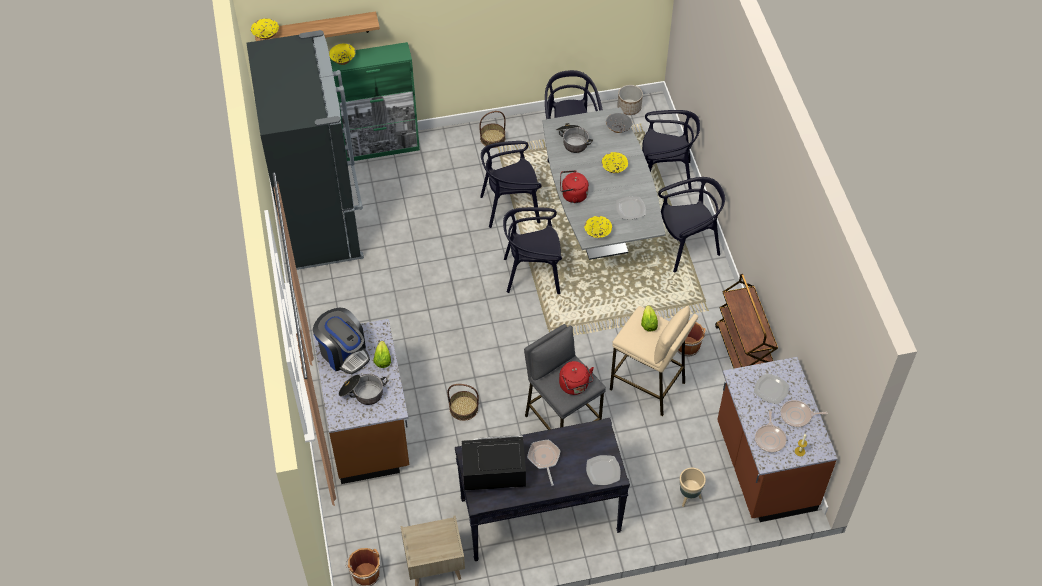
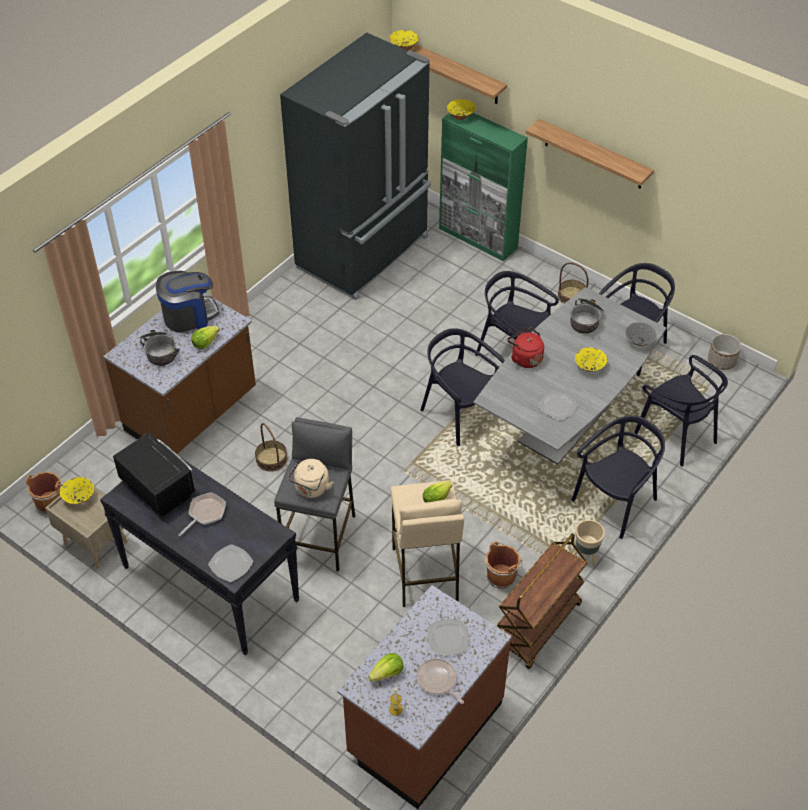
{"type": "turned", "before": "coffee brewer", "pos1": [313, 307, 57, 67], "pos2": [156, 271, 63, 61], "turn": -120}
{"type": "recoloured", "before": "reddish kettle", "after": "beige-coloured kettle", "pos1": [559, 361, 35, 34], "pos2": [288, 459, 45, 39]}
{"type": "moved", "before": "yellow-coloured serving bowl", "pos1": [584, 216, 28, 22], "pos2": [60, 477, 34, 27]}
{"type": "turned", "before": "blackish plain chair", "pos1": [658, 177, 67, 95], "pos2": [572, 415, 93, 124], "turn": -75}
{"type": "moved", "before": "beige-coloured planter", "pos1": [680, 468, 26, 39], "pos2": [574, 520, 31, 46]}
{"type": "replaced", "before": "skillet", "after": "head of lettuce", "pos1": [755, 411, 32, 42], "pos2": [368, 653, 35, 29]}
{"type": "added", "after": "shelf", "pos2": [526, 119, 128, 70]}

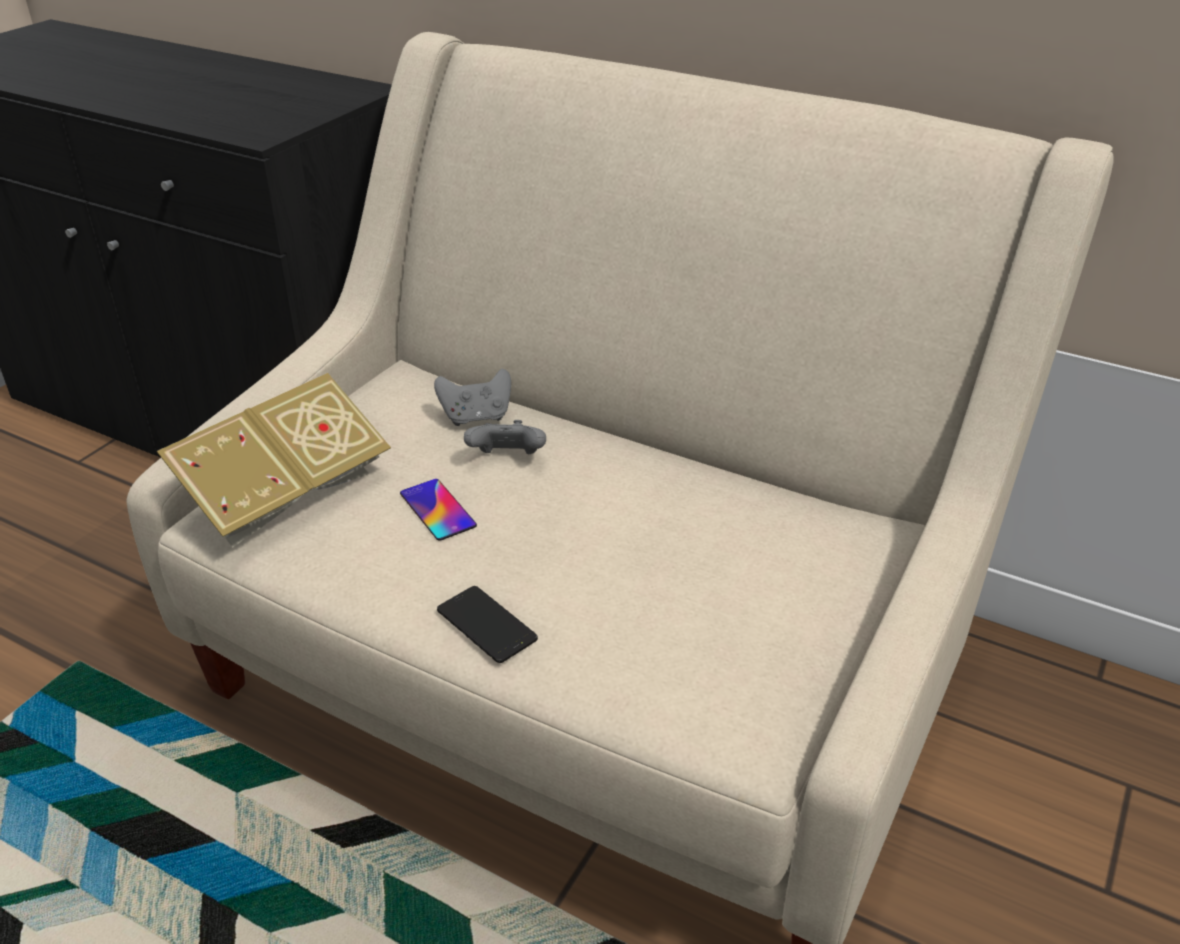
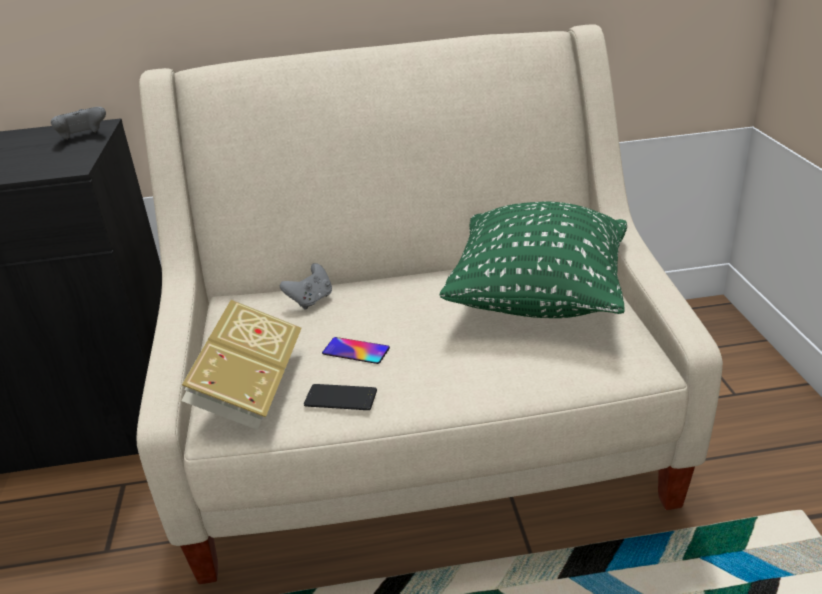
{"type": "moved", "before": "telephone", "pos1": [437, 586, 101, 77], "pos2": [304, 384, 73, 26]}
{"type": "moved", "before": "gray gamepad", "pos1": [464, 420, 82, 34], "pos2": [51, 107, 55, 33]}
{"type": "added", "after": "green cushion", "pos2": [440, 202, 187, 116]}

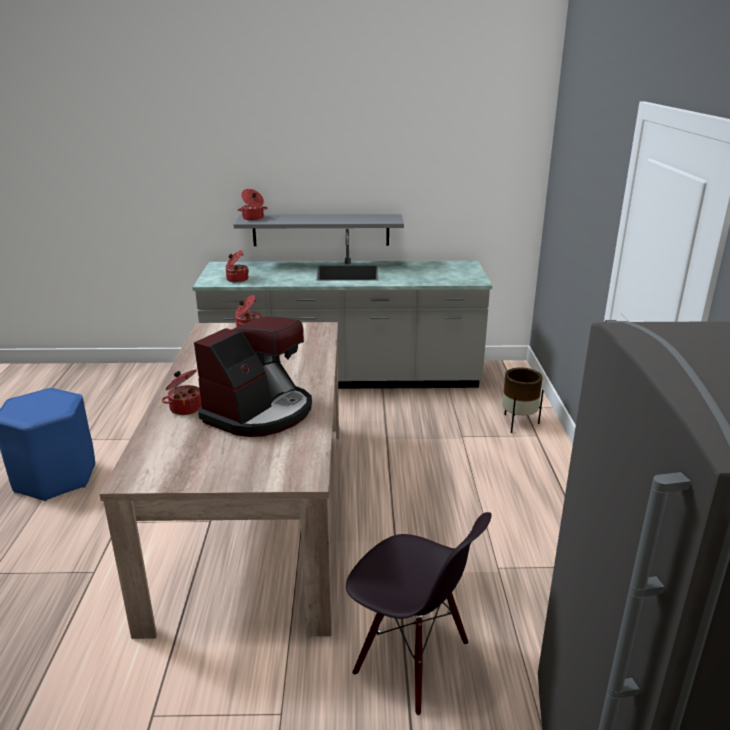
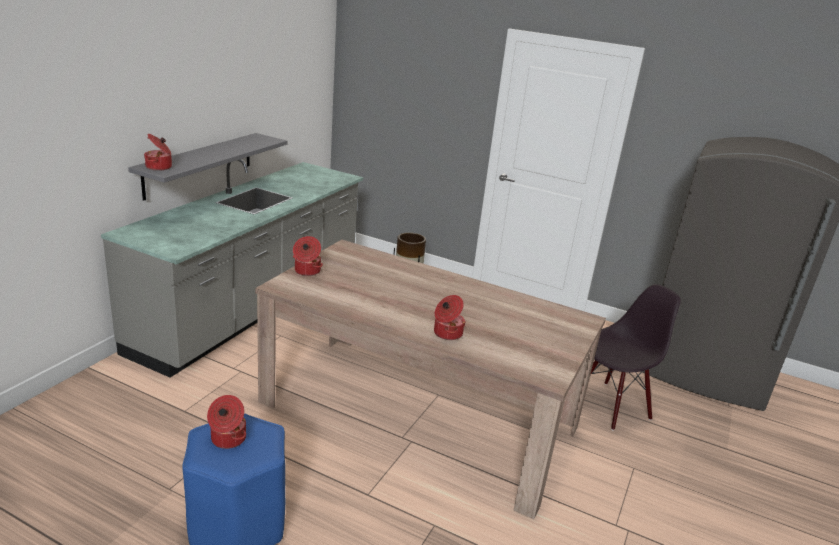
{"type": "removed", "before": "coffee brewer", "pos1": [194, 316, 118, 121]}
{"type": "moved", "before": "saucepot", "pos1": [226, 250, 23, 32], "pos2": [207, 395, 39, 54]}

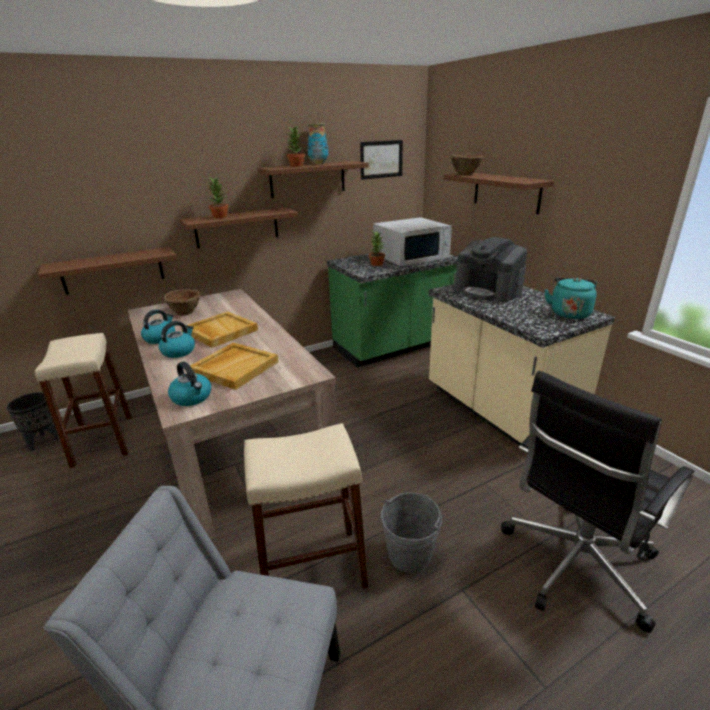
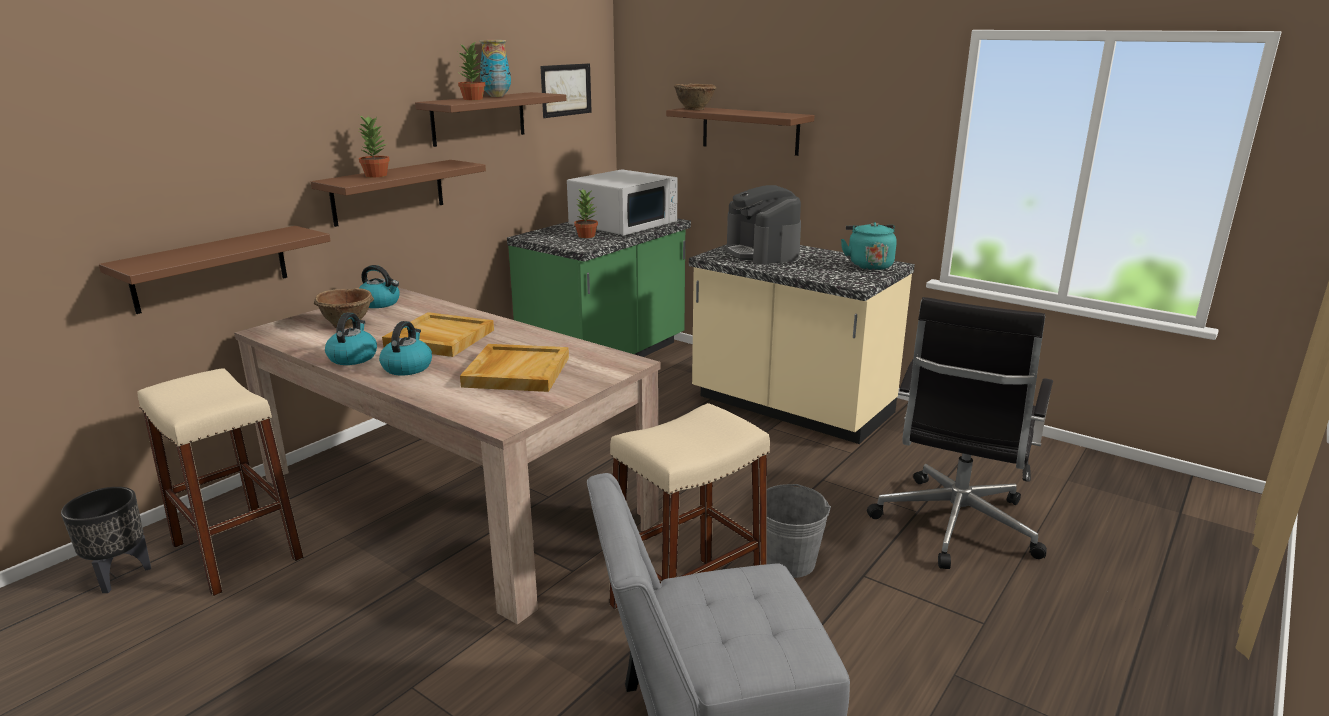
{"type": "moved", "before": "kettle", "pos1": [168, 361, 43, 45], "pos2": [359, 265, 41, 43]}
{"type": "turned", "before": "coffee brewer", "pos1": [455, 237, 72, 65], "pos2": [725, 185, 76, 79], "turn": 45}

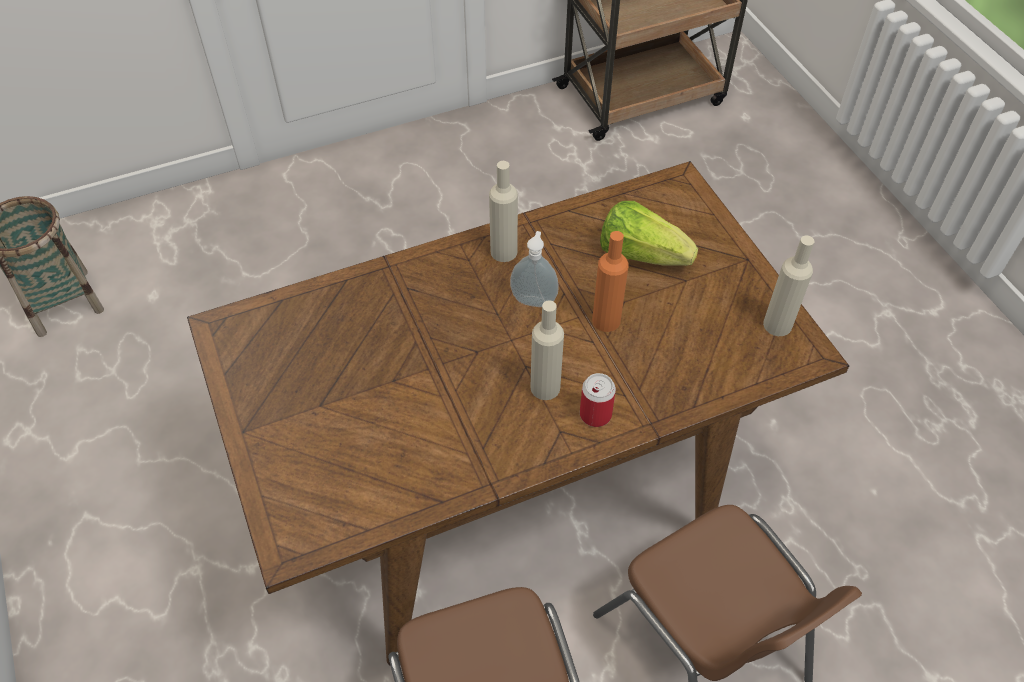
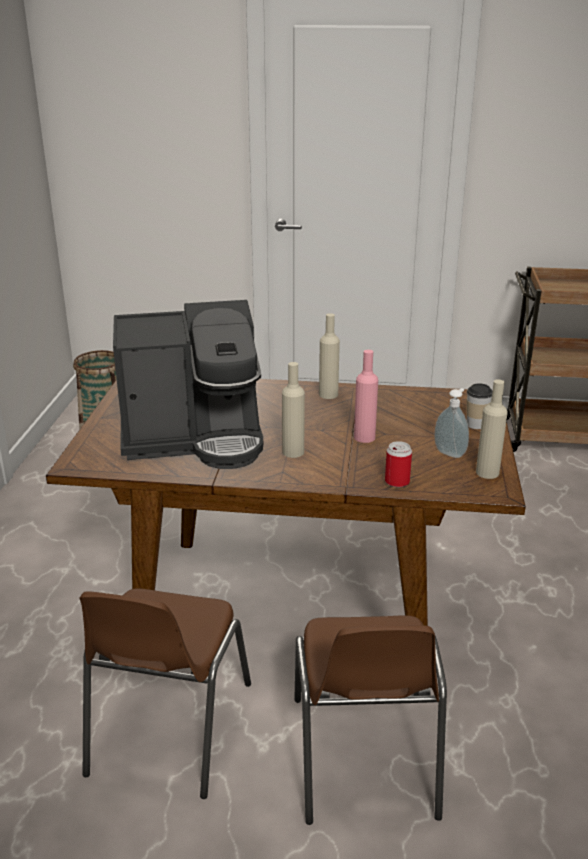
{"type": "moved", "before": "liquid soap bottle", "pos1": [510, 231, 49, 76], "pos2": [434, 388, 35, 70]}
{"type": "moved", "before": "sealed can", "pos1": [580, 373, 36, 54], "pos2": [385, 441, 27, 46]}
{"type": "recoloured", "before": "orange drink bottle", "after": "pink-coloured drink bottle", "pos1": [592, 231, 37, 101], "pos2": [354, 350, 24, 93]}
{"type": "removed", "before": "head of lettuce", "pos1": [600, 201, 98, 65]}
{"type": "added", "after": "coffee brewer", "pos2": [113, 300, 150, 169]}
{"type": "added", "after": "small cup", "pos2": [466, 383, 26, 46]}

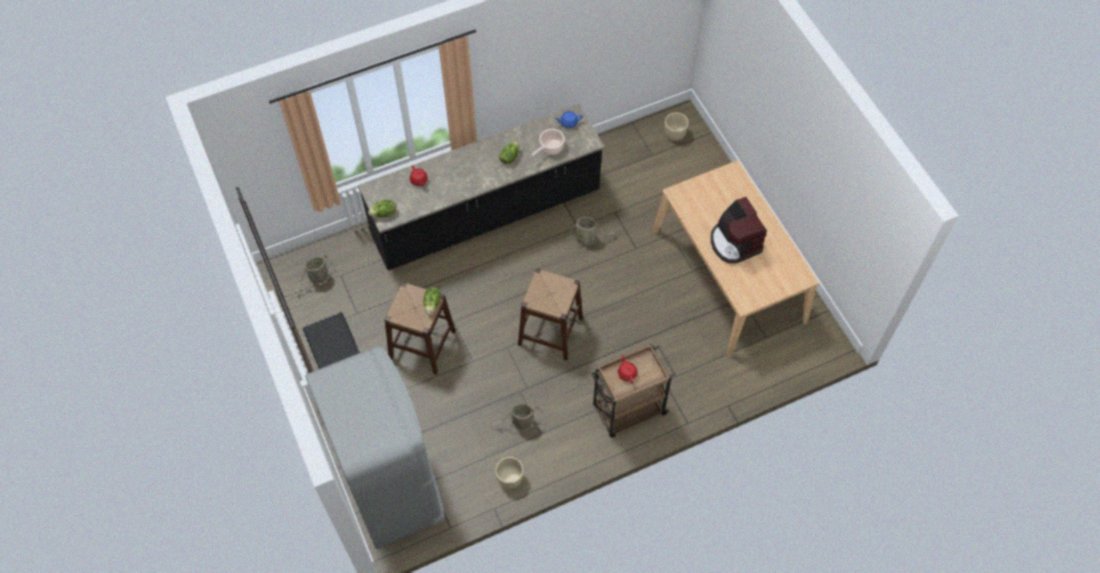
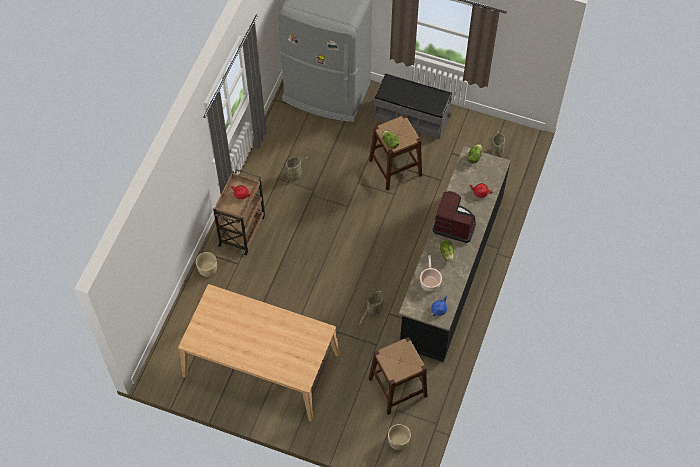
{"type": "moved", "before": "beige-coloured planter", "pos1": [496, 457, 27, 32], "pos2": [196, 252, 21, 25]}
{"type": "moved", "before": "brown sitting stool", "pos1": [518, 269, 65, 92], "pos2": [369, 337, 59, 78]}
{"type": "moved", "before": "coffee brewer", "pos1": [711, 197, 56, 66], "pos2": [432, 191, 44, 52]}

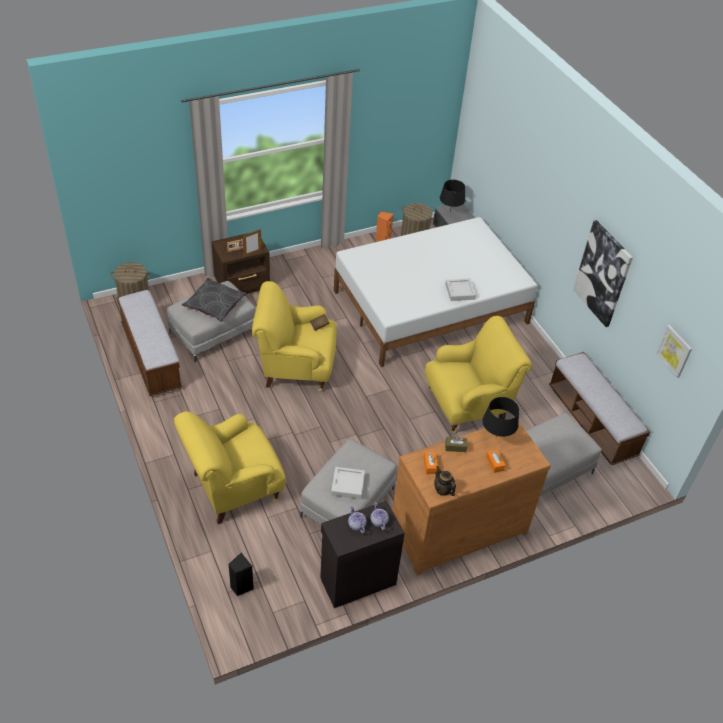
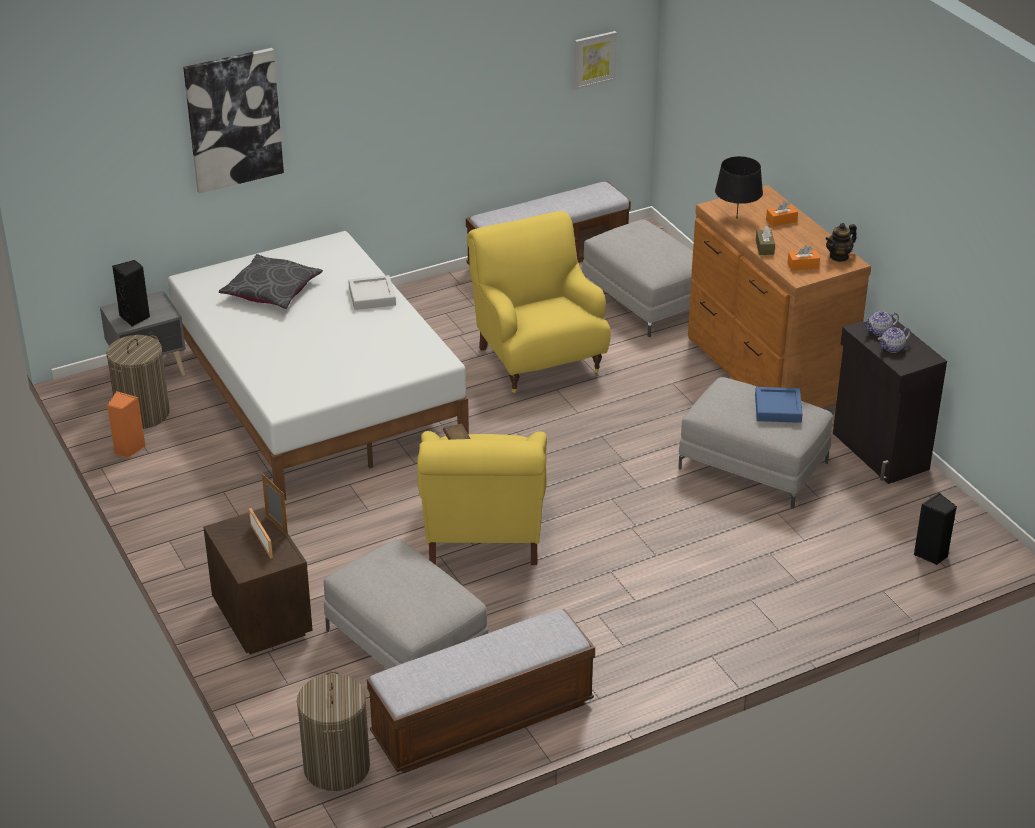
{"type": "removed", "before": "yellow-coloured easy chair", "pos1": [174, 411, 112, 113]}
{"type": "moved", "before": "gray cushion", "pos1": [182, 278, 65, 44], "pos2": [219, 254, 104, 55]}
{"type": "recoloured", "before": "gray serving tray", "after": "bluish serving tray", "pos1": [331, 467, 34, 32], "pos2": [755, 387, 48, 36]}
{"type": "replaced", "before": "blackish tabletop lamp", "after": "blackish audio speaker", "pos1": [440, 180, 25, 33], "pos2": [112, 260, 38, 67]}
{"type": "moved", "before": "picture", "pos1": [573, 220, 60, 107], "pos2": [183, 48, 101, 146]}

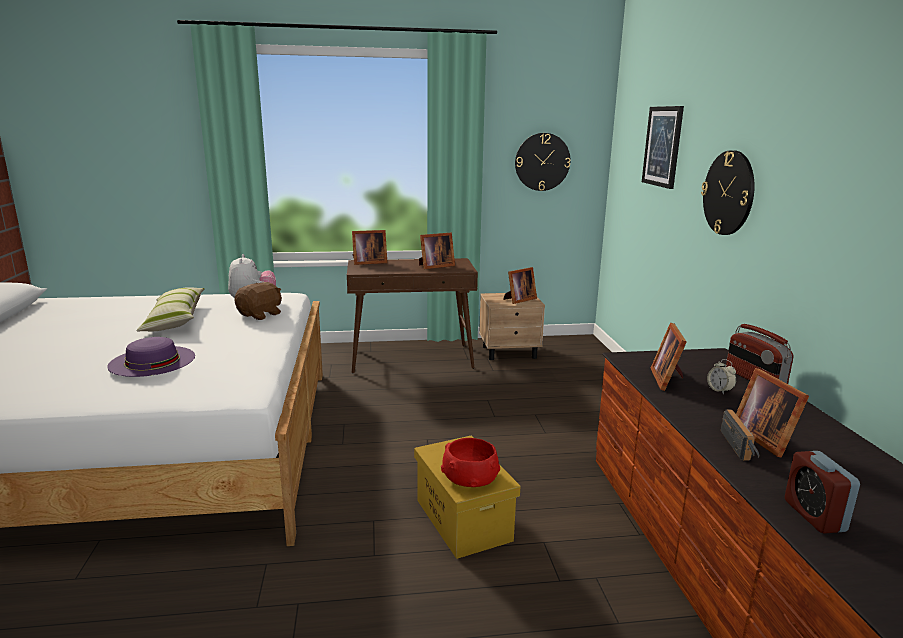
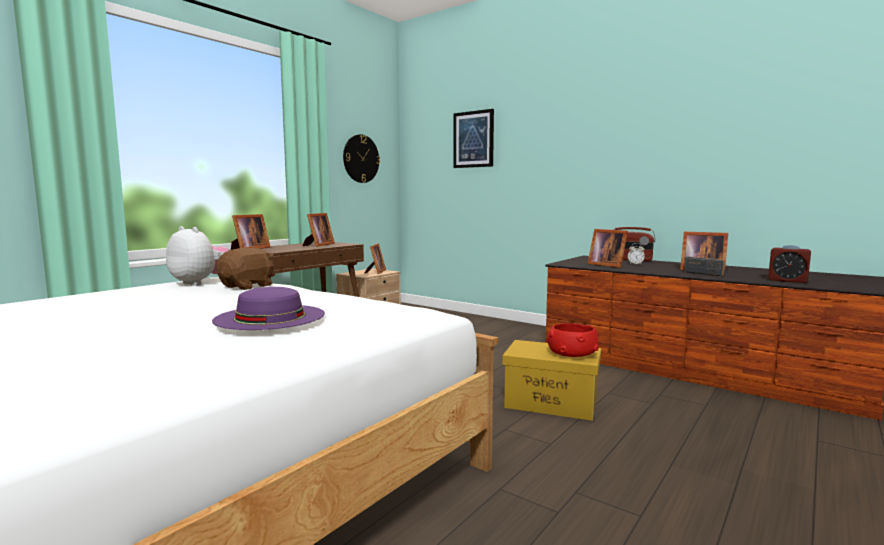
{"type": "removed", "before": "cushion", "pos1": [136, 287, 69, 44]}
{"type": "turned", "before": "brown cuddly toy", "pos1": [234, 282, 48, 38], "pos2": [216, 248, 58, 42], "turn": 45}
{"type": "removed", "before": "hanging clock", "pos1": [701, 150, 53, 85]}

